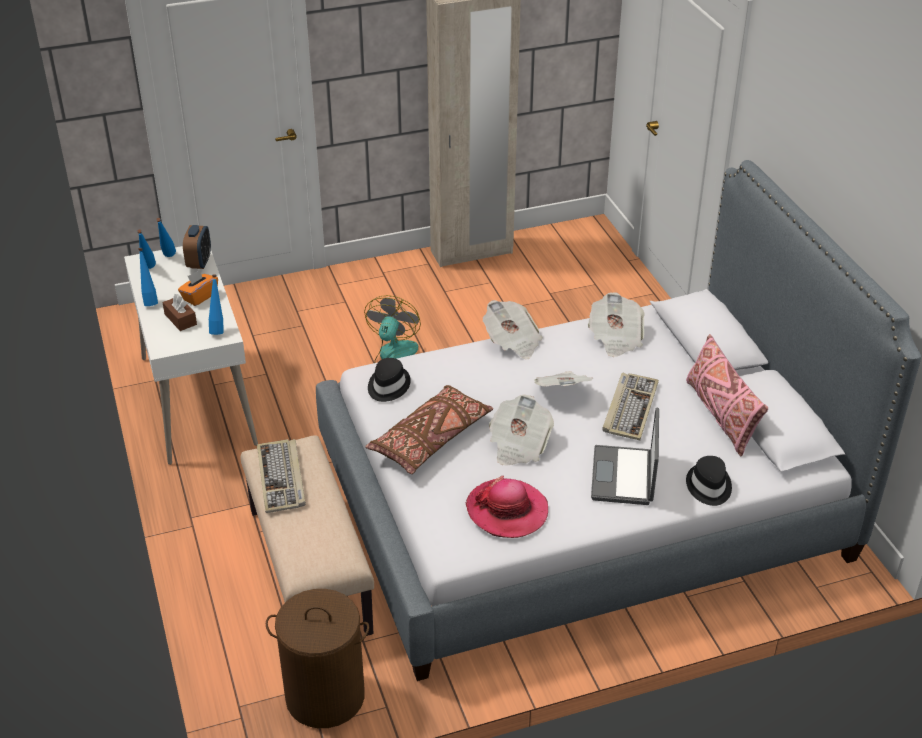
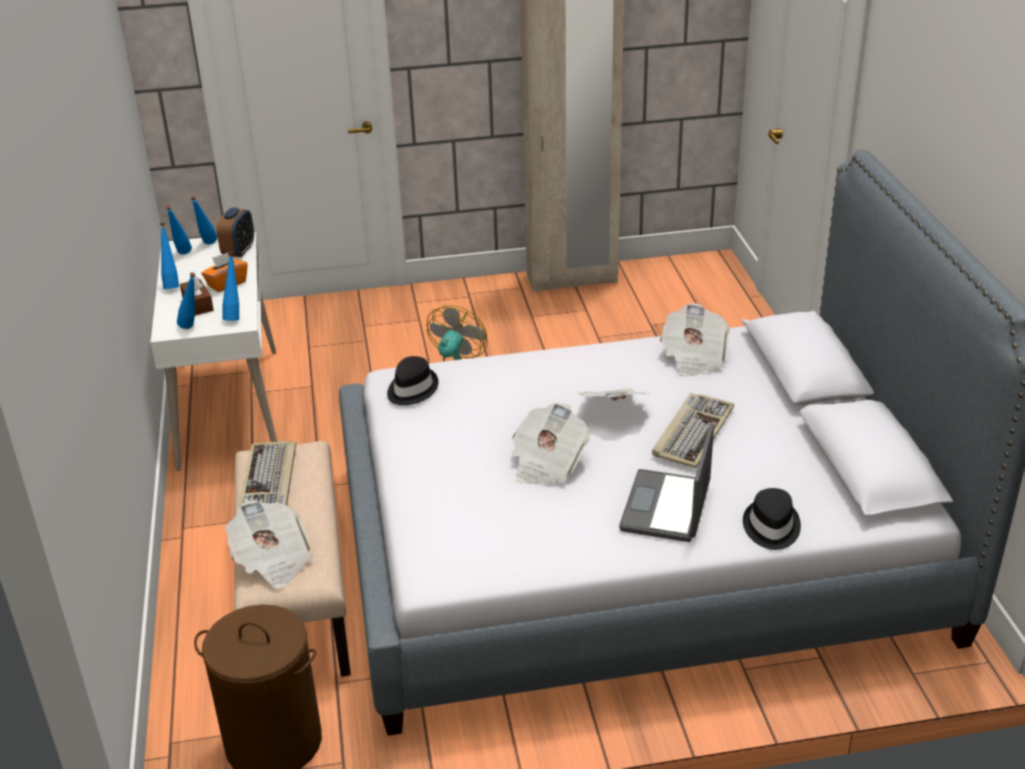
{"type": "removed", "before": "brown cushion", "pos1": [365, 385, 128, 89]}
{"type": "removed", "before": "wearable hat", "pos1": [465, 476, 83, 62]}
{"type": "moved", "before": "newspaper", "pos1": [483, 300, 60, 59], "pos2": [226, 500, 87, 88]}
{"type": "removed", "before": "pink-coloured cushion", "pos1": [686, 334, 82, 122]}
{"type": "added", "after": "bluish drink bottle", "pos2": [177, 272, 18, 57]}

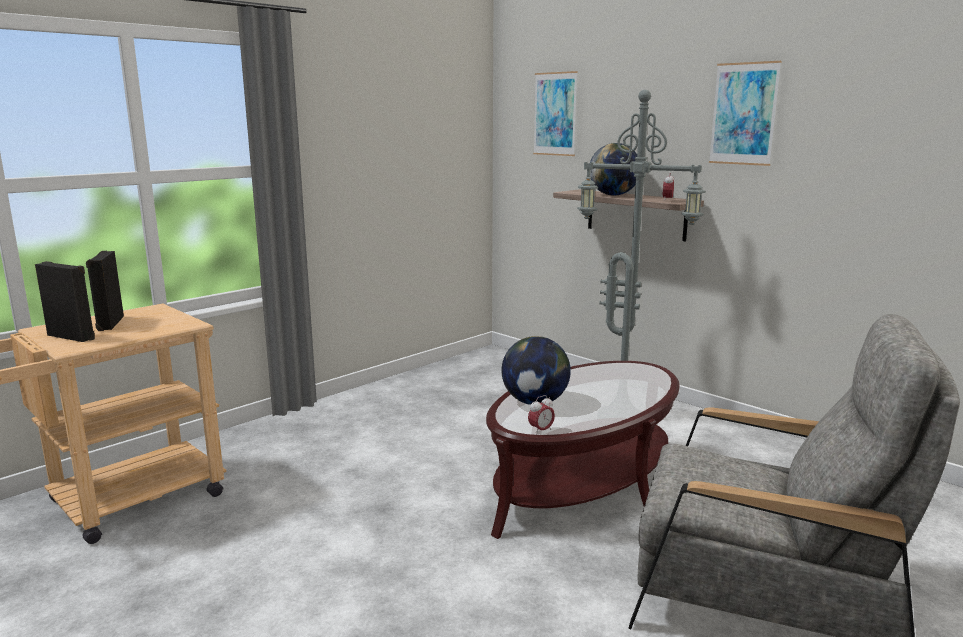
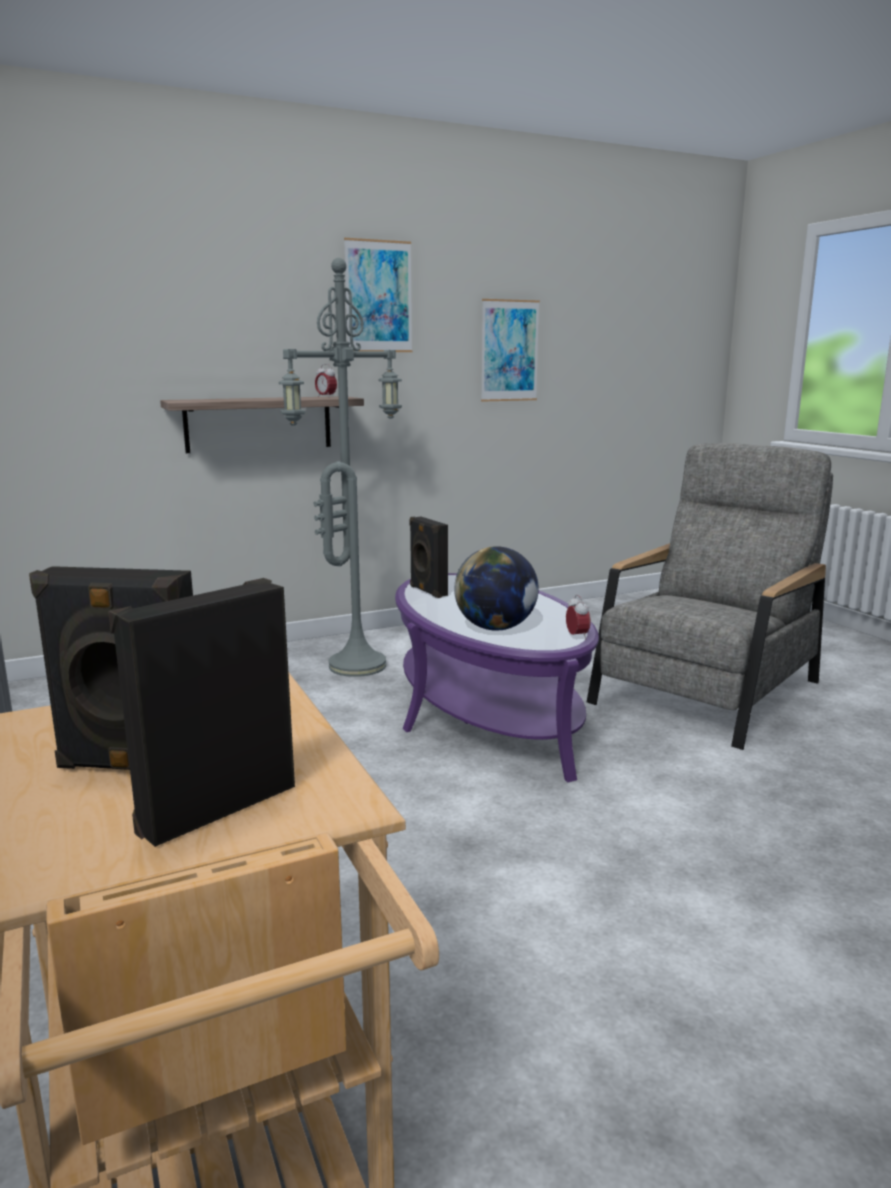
{"type": "recoloured", "before": "brown lounge table", "after": "purple-coloured lounge table", "pos1": [486, 361, 194, 178], "pos2": [395, 573, 204, 209]}
{"type": "moved", "before": "picture", "pos1": [533, 71, 45, 85], "pos2": [481, 299, 59, 103]}
{"type": "removed", "before": "desk globe", "pos1": [590, 143, 47, 53]}
{"type": "added", "after": "blackish audio speaker", "pos2": [409, 517, 39, 81]}

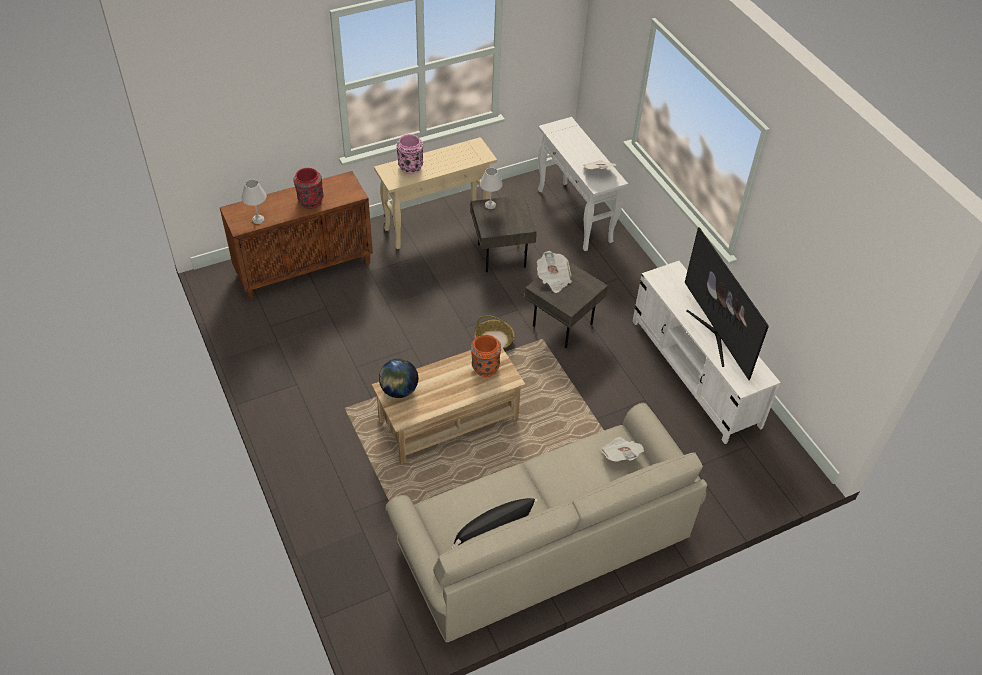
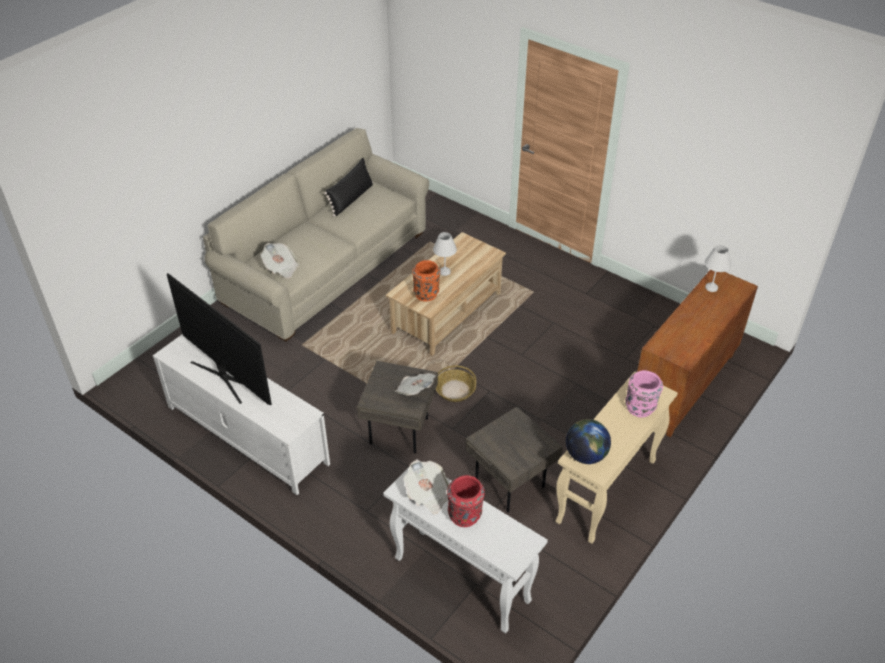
{"type": "moved", "before": "reddish vase", "pos1": [293, 168, 31, 41], "pos2": [447, 475, 38, 52]}
{"type": "moved", "before": "desk globe", "pos1": [379, 359, 39, 39], "pos2": [566, 419, 45, 45]}
{"type": "moved", "before": "whitish tabletop lamp", "pos1": [480, 167, 23, 42], "pos2": [433, 232, 24, 44]}

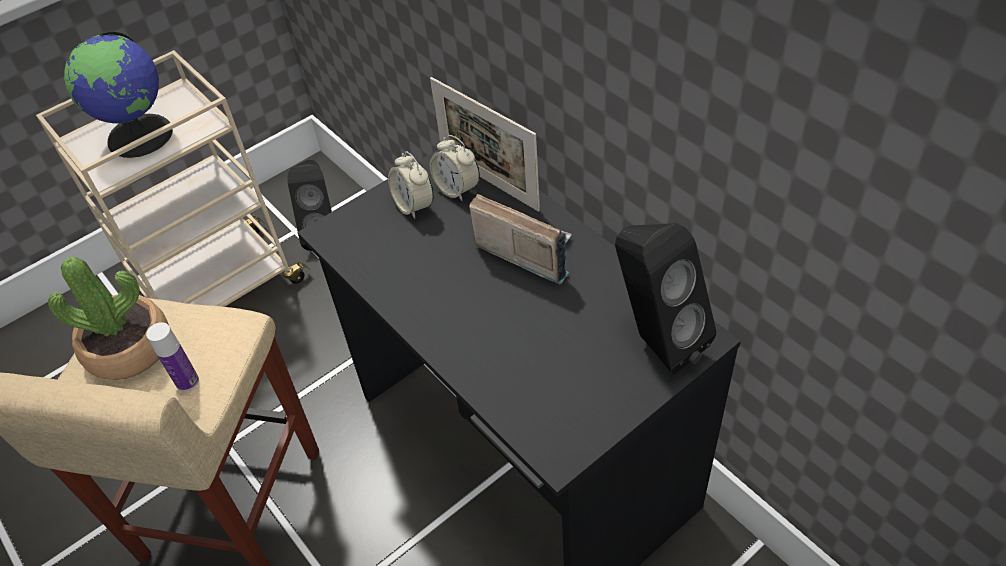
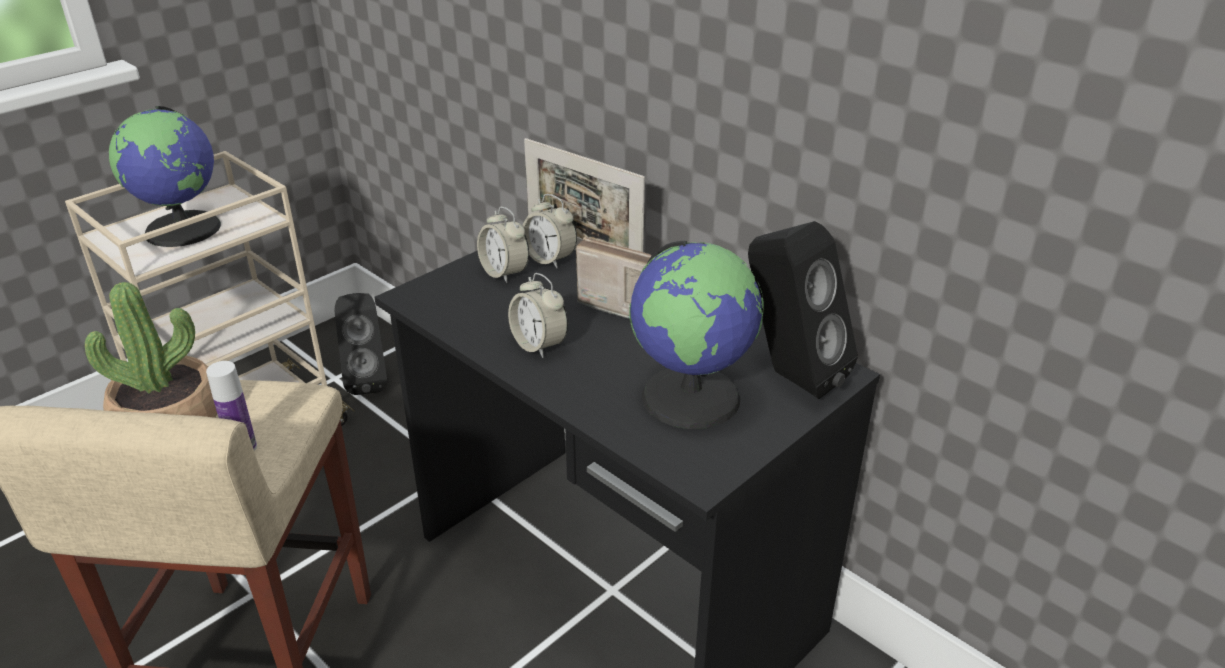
{"type": "added", "after": "alarm clock", "pos2": [508, 273, 60, 85]}
{"type": "added", "after": "desk globe", "pos2": [629, 241, 135, 188]}

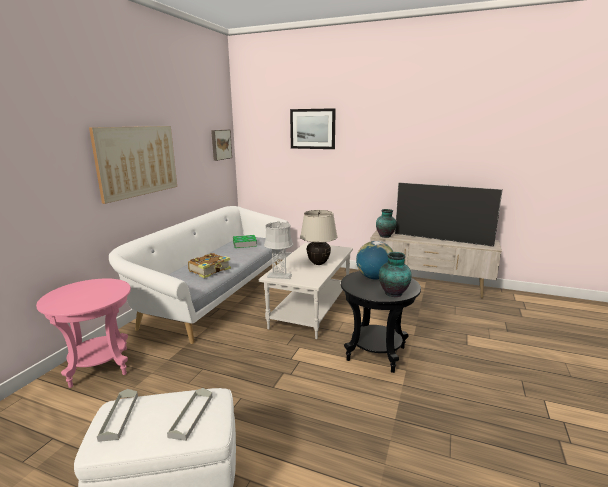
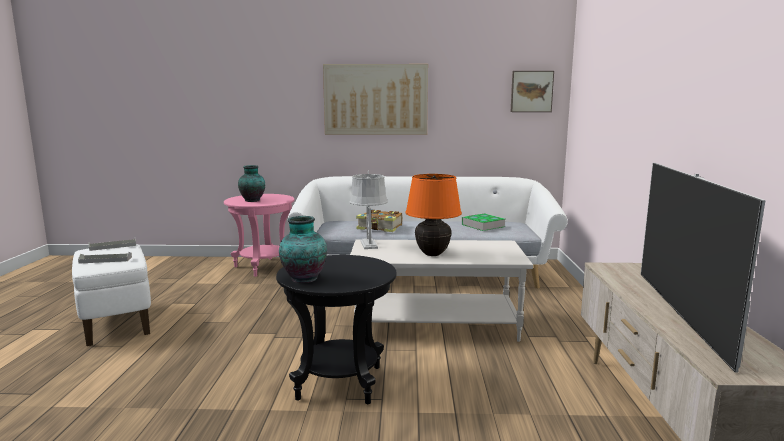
{"type": "removed", "before": "picture", "pos1": [290, 108, 46, 41]}
{"type": "recoloured", "before": "beige-coloured tabletop lamp", "after": "orange tabletop lamp", "pos1": [300, 210, 37, 55], "pos2": [405, 174, 57, 82]}
{"type": "removed", "before": "desk globe", "pos1": [356, 241, 37, 39]}
{"type": "moved", "before": "vase", "pos1": [376, 209, 21, 29], "pos2": [238, 165, 27, 37]}

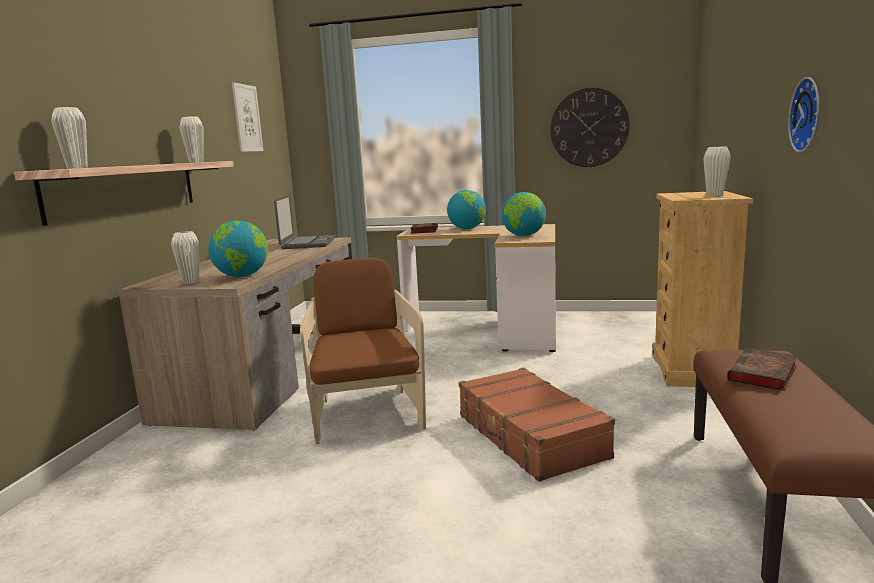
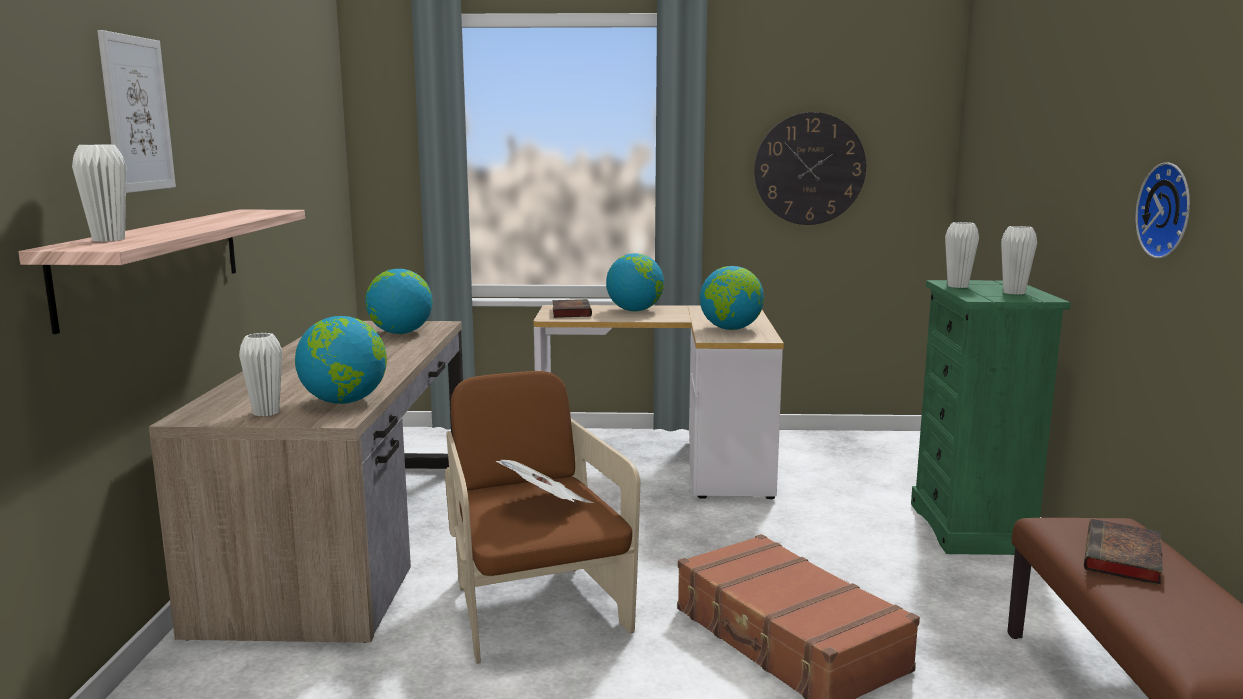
{"type": "moved", "before": "whitish vase", "pos1": [179, 117, 25, 46], "pos2": [945, 222, 34, 66]}
{"type": "moved", "before": "picture", "pos1": [232, 82, 31, 70], "pos2": [97, 30, 79, 163]}
{"type": "replaced", "before": "portable computer", "after": "desk globe", "pos1": [274, 195, 61, 54], "pos2": [365, 269, 68, 65]}
{"type": "recoloured", "before": "beige-coloured drawer chest", "after": "green drawer chest", "pos1": [652, 191, 101, 196], "pos2": [911, 280, 160, 275]}
{"type": "added", "after": "newspaper", "pos2": [496, 460, 98, 43]}

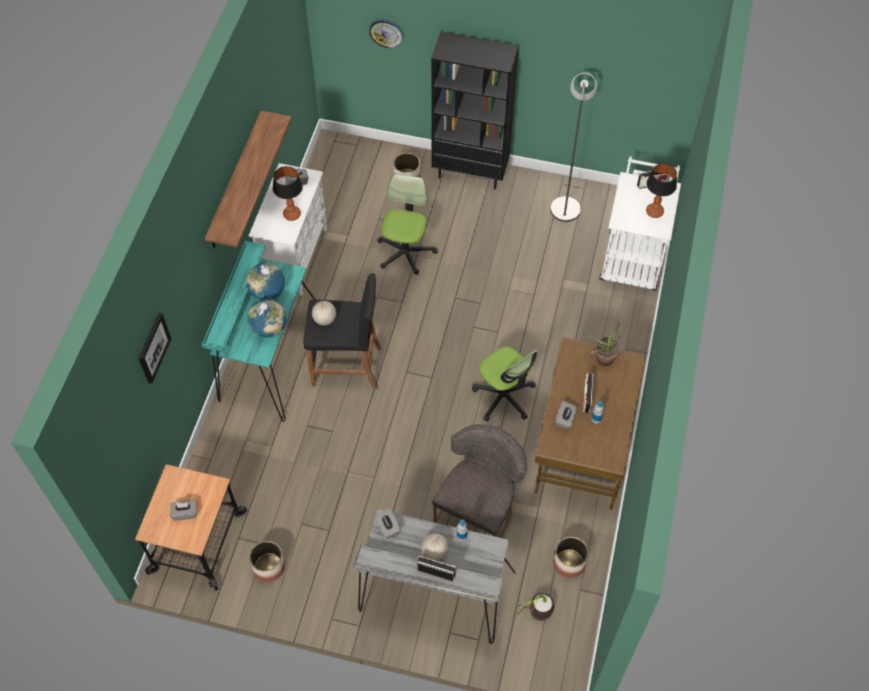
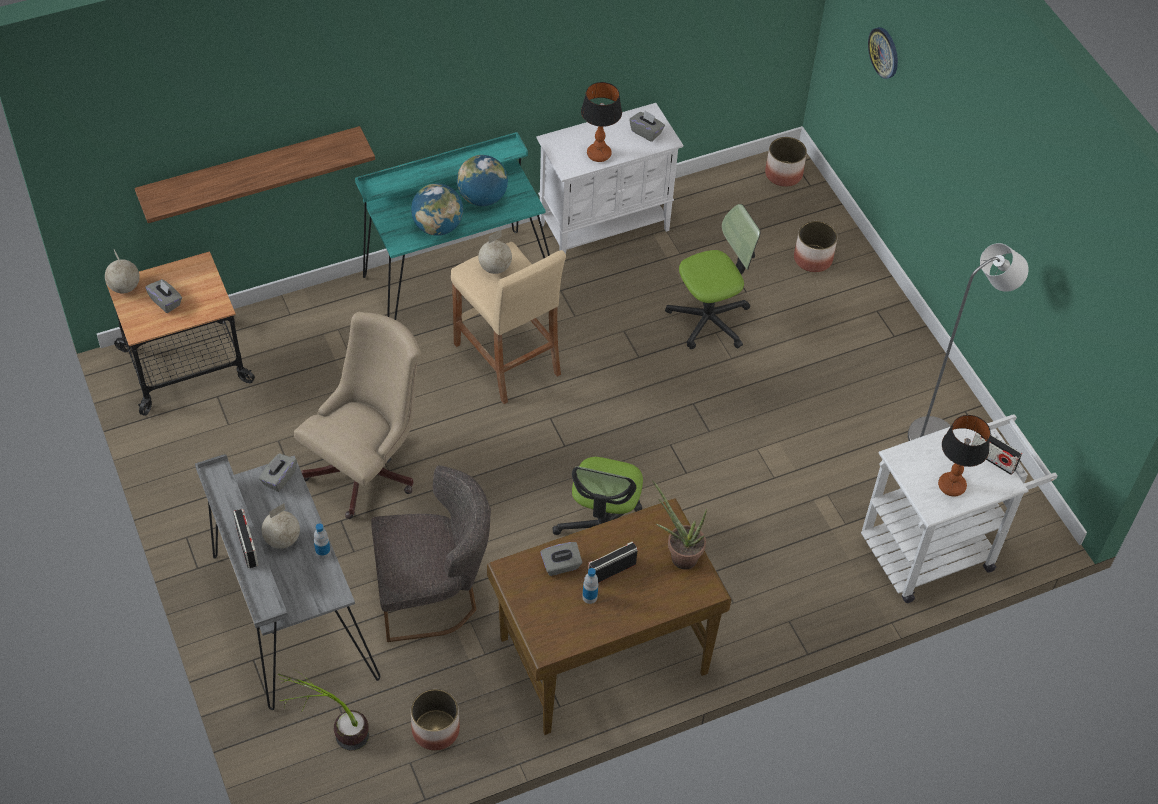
{"type": "removed", "before": "picture", "pos1": [138, 313, 33, 71]}
{"type": "moved", "before": "shelf", "pos1": [205, 111, 87, 137], "pos2": [135, 126, 240, 97]}
{"type": "moved", "before": "planter", "pos1": [249, 541, 36, 41], "pos2": [765, 137, 42, 50]}
{"type": "recoloured", "before": "blackish sitting stool", "after": "beige-coloured sitting stool", "pos1": [303, 273, 78, 116], "pos2": [451, 242, 115, 162]}
{"type": "removed", "before": "blackish bookshelf", "pos1": [431, 31, 88, 158]}
{"type": "added", "after": "desk globe", "pos2": [105, 250, 35, 43]}
{"type": "added", "after": "beige-coloured desk chair", "pos2": [294, 312, 127, 207]}

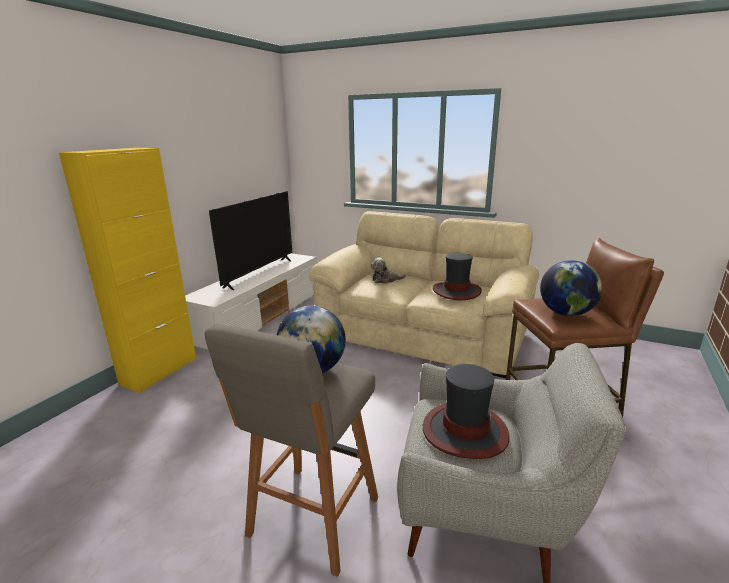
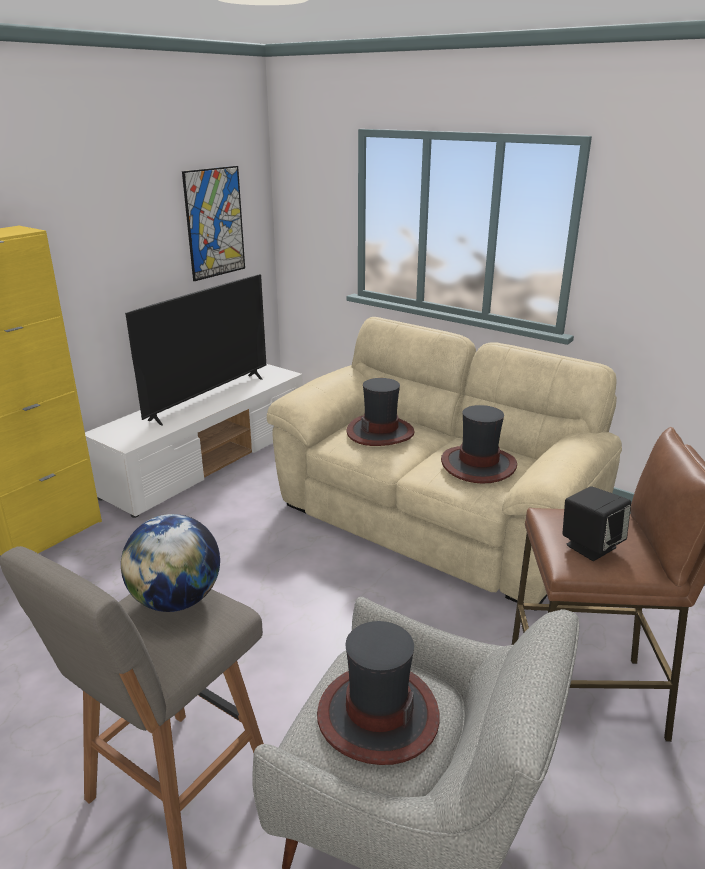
{"type": "replaced", "before": "cuddly toy", "after": "wearable hat", "pos1": [371, 258, 35, 26], "pos2": [347, 378, 68, 68]}
{"type": "replaced", "before": "desk globe", "after": "blackish audio speaker", "pos1": [540, 260, 62, 56], "pos2": [562, 486, 69, 75]}
{"type": "added", "after": "picture", "pos2": [182, 166, 63, 115]}

